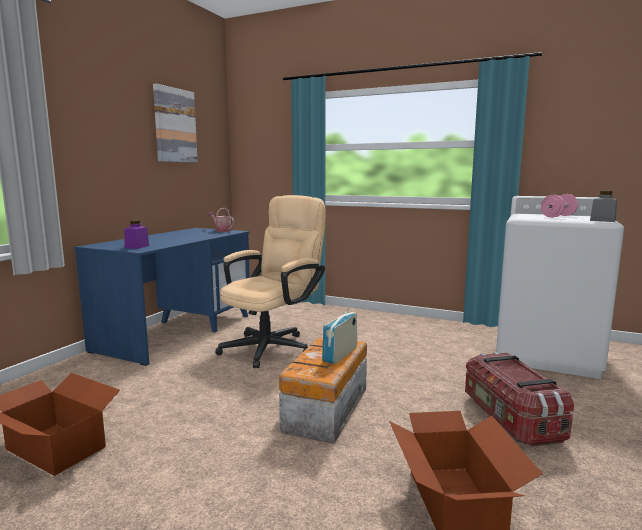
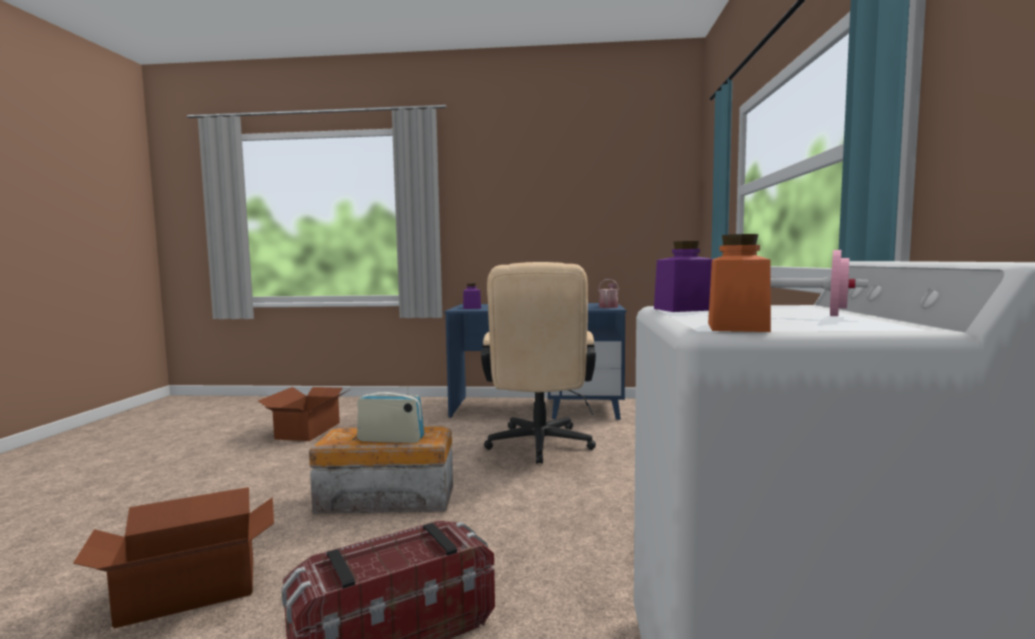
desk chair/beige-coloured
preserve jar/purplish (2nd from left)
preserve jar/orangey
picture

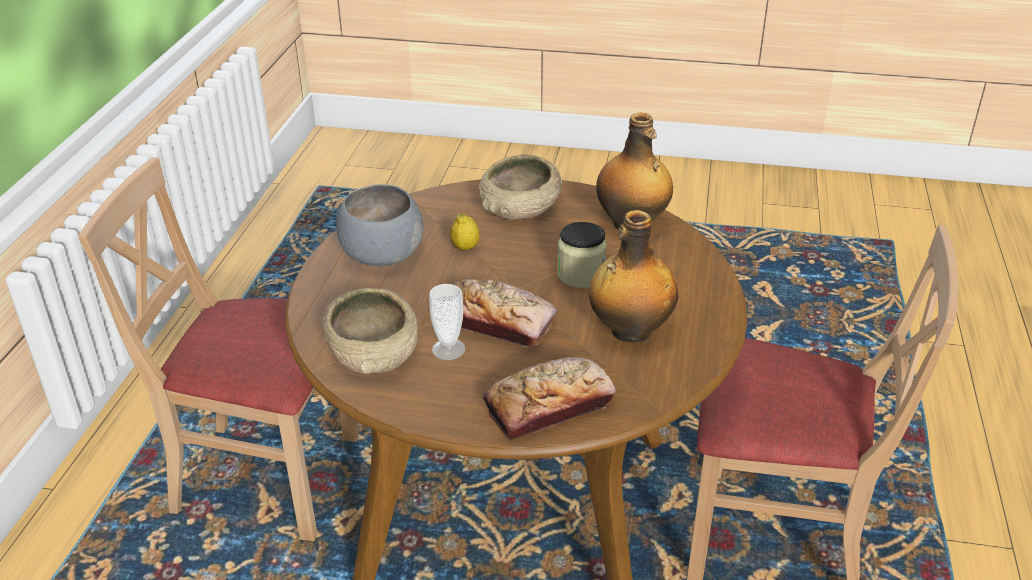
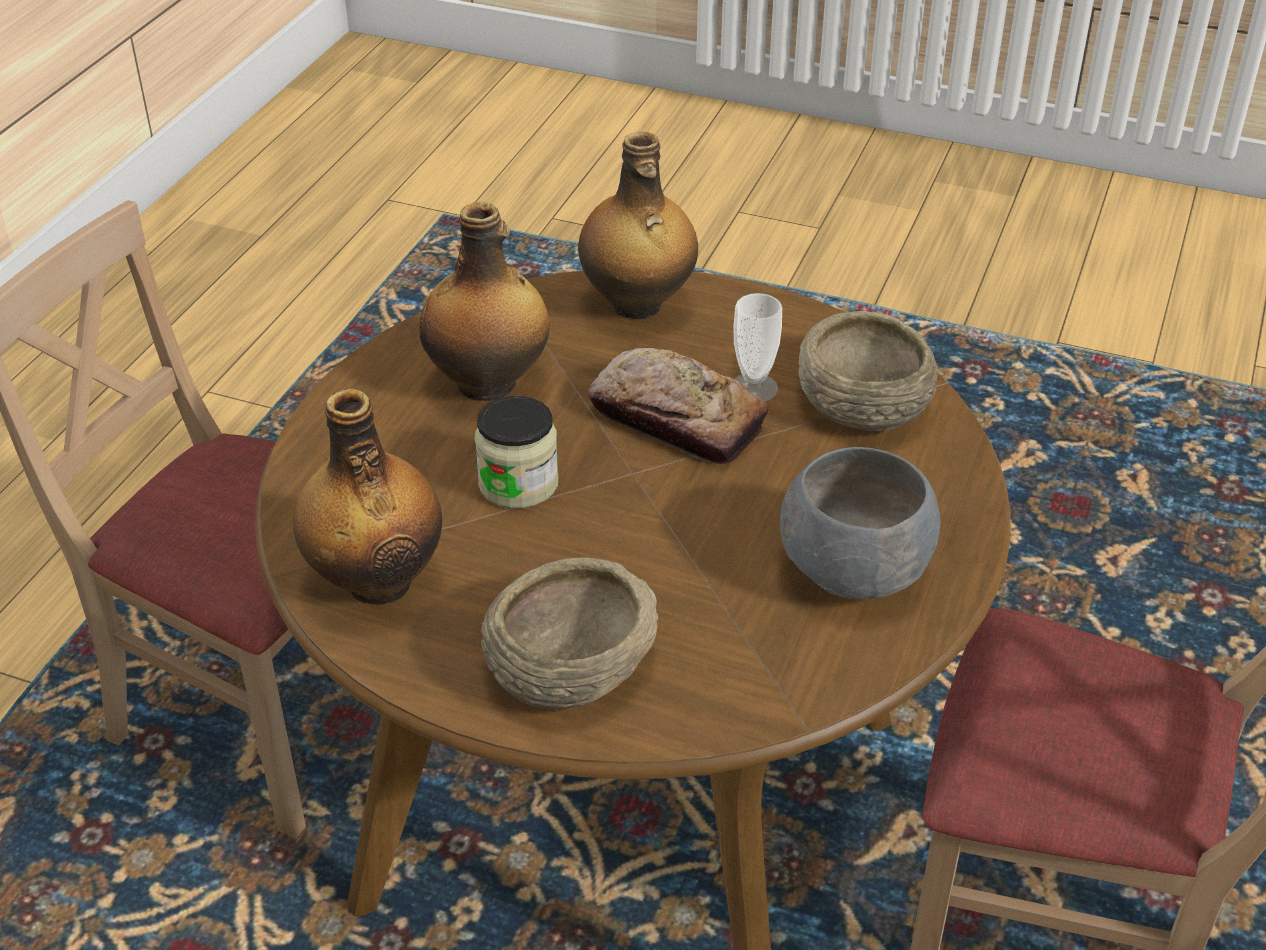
beverage bottle (3rd from left)
lemon

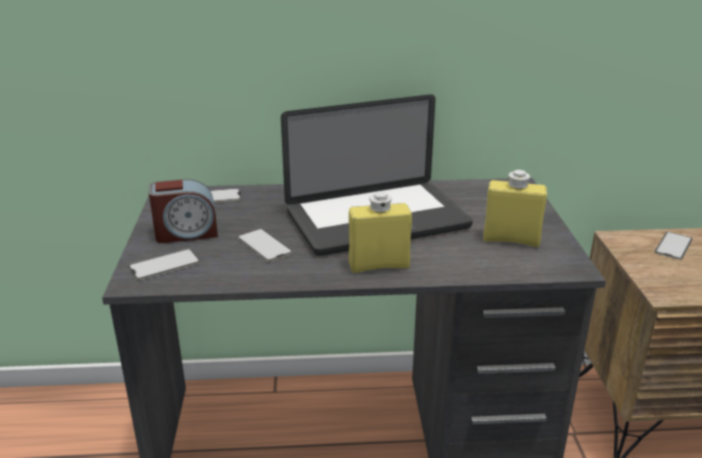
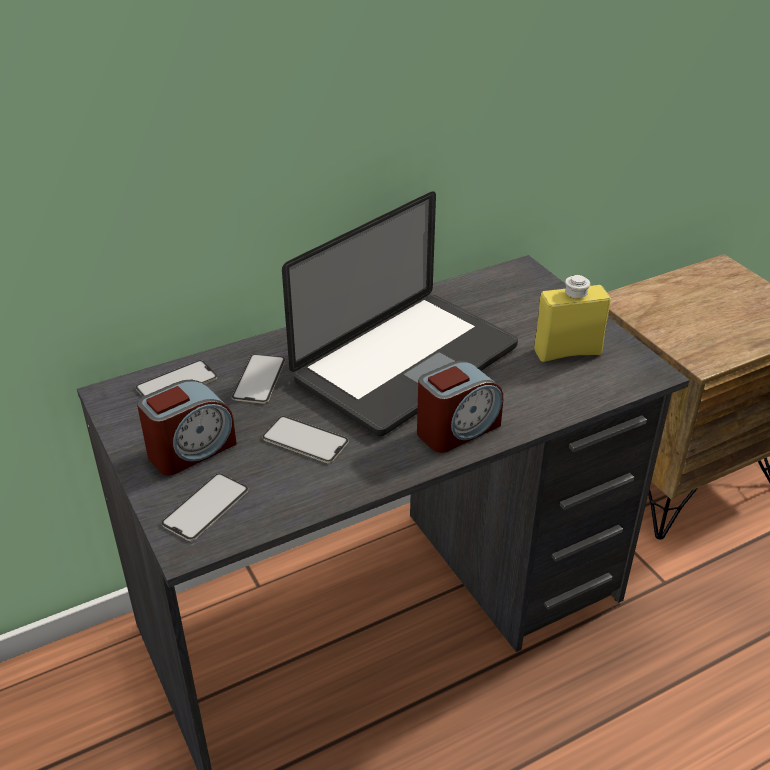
phone (3rd from left)
bedside clock (2nd from left)

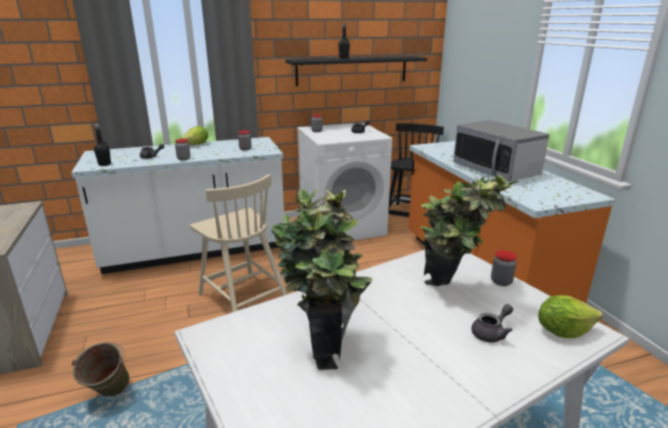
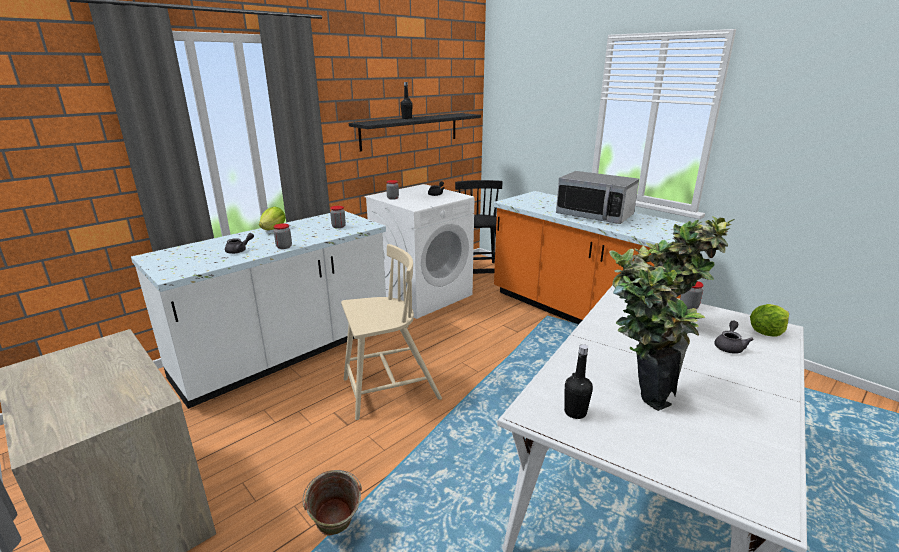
upright chair/beige-coloured
beverage bottle/black (2nd from left)

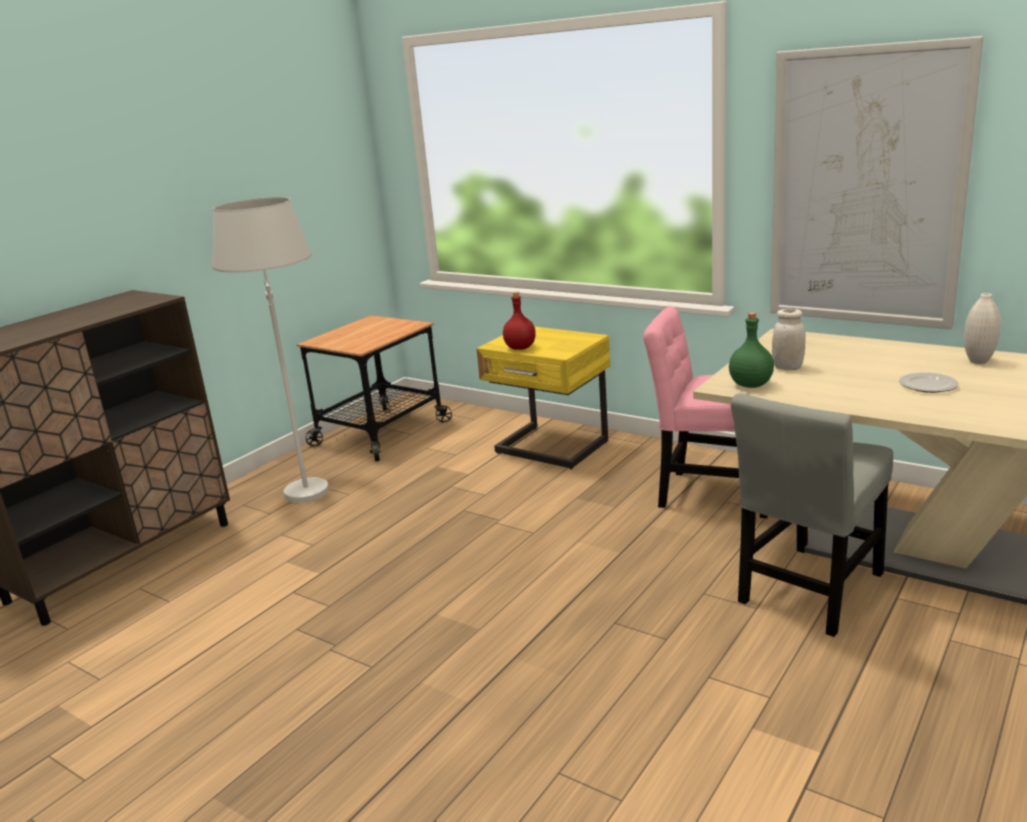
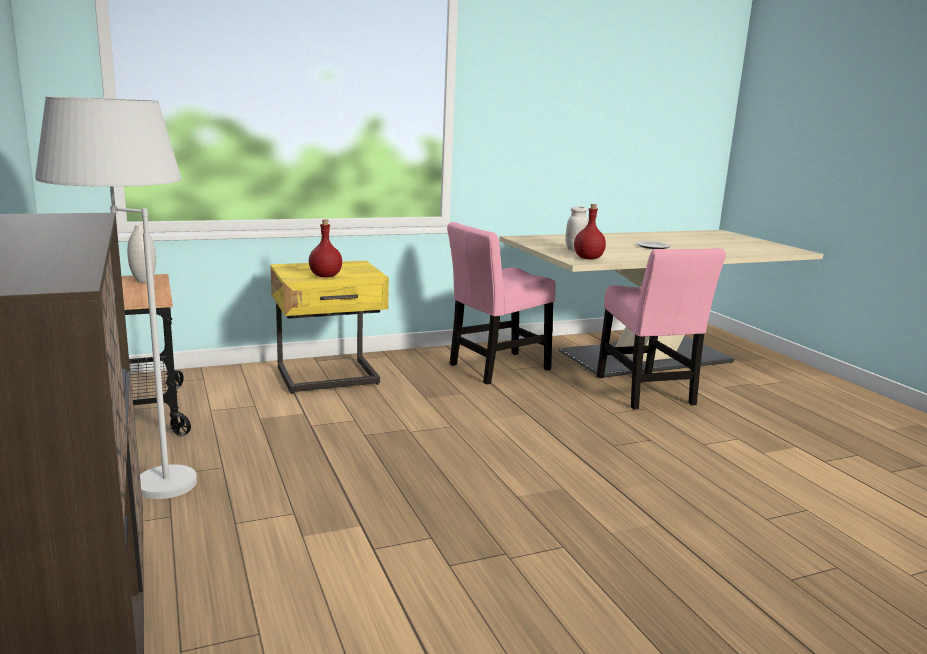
decorative vase/white-coloured
beverage bottle/reddish (2nd from left)
upright chair/pinkish (2nd from left)
picture

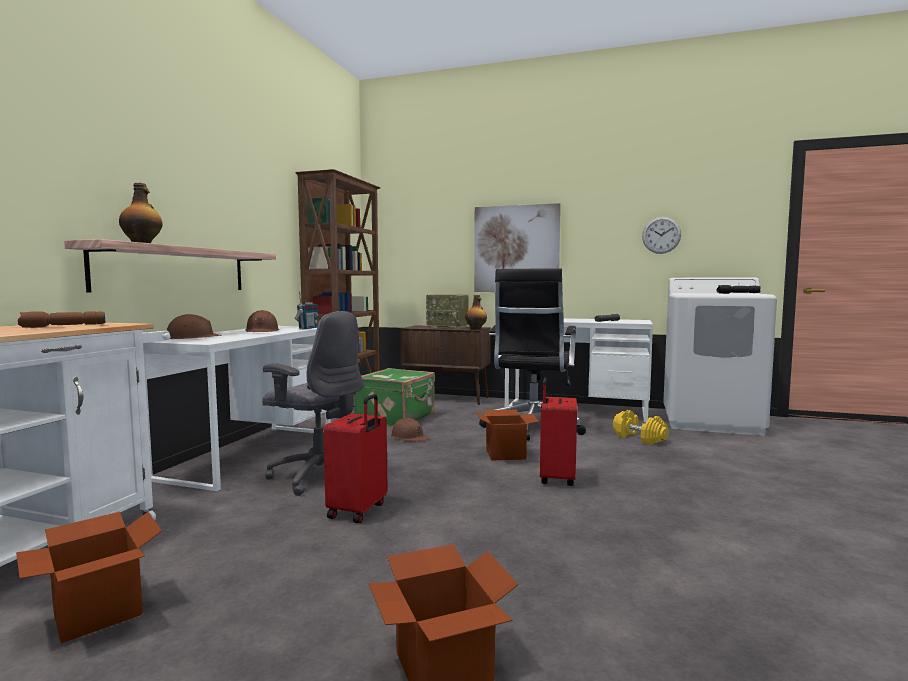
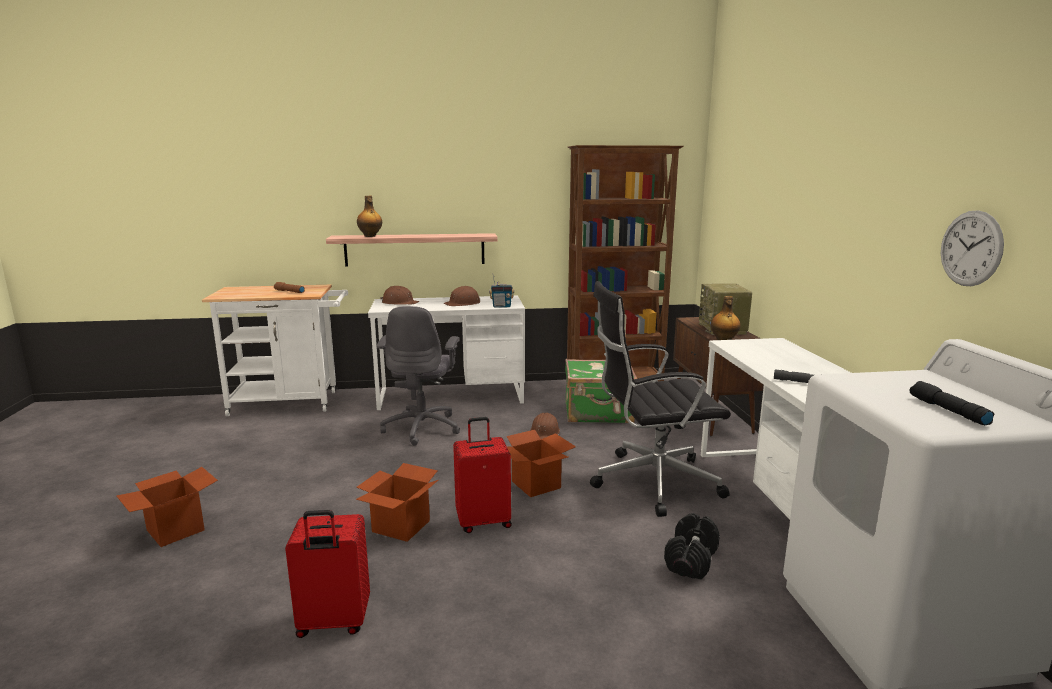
travel case/reddish (1st from left)
cardboard box (2nd from left)
hand weight/black
picture

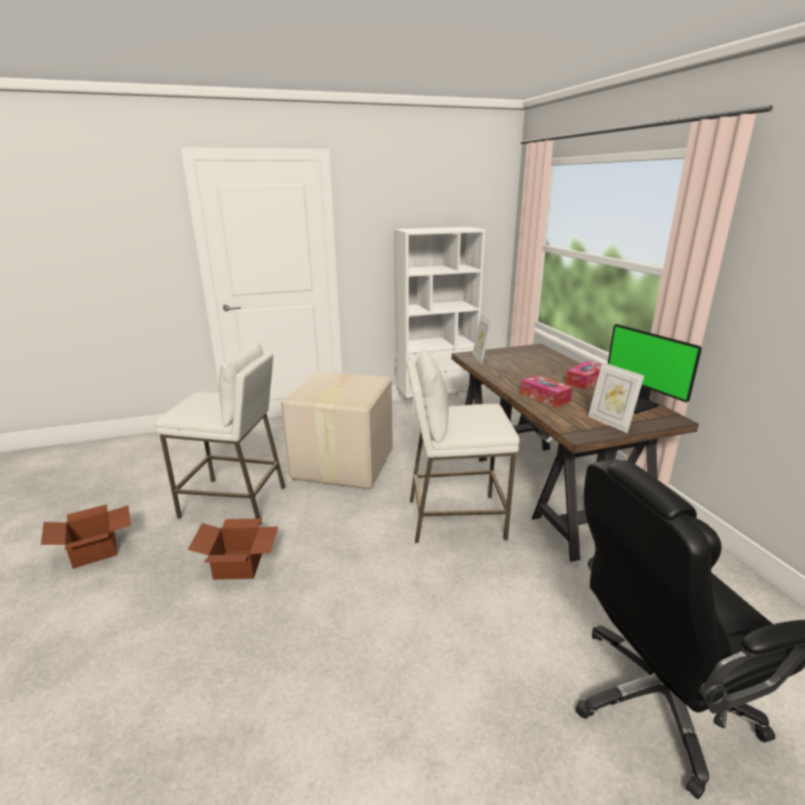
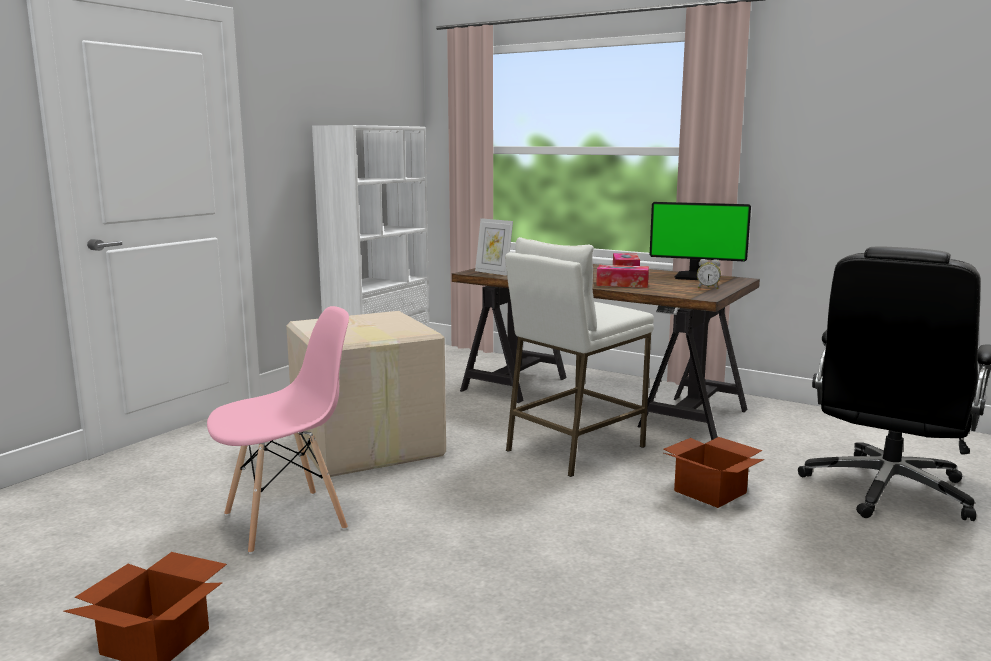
upright chair/pinkish
cardboard box (3rd from left)
bedside clock

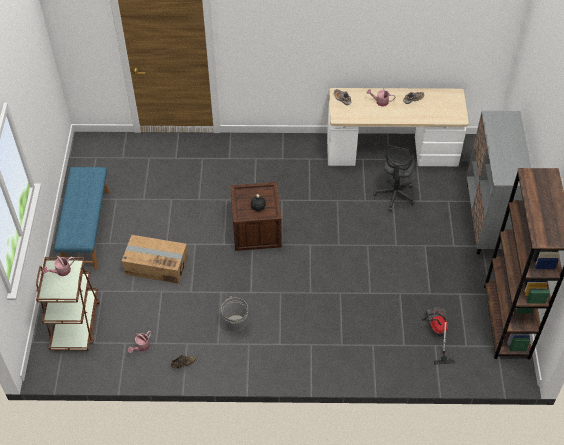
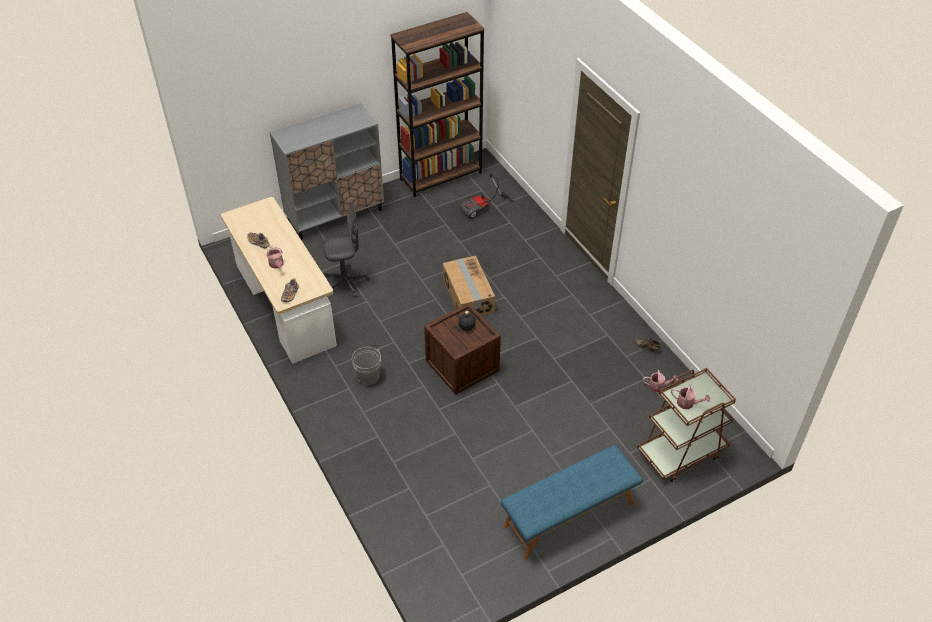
bucket/greyish
cardboard box

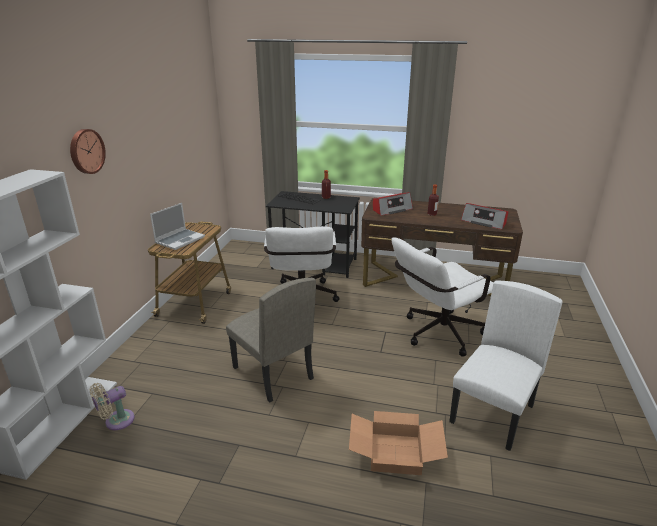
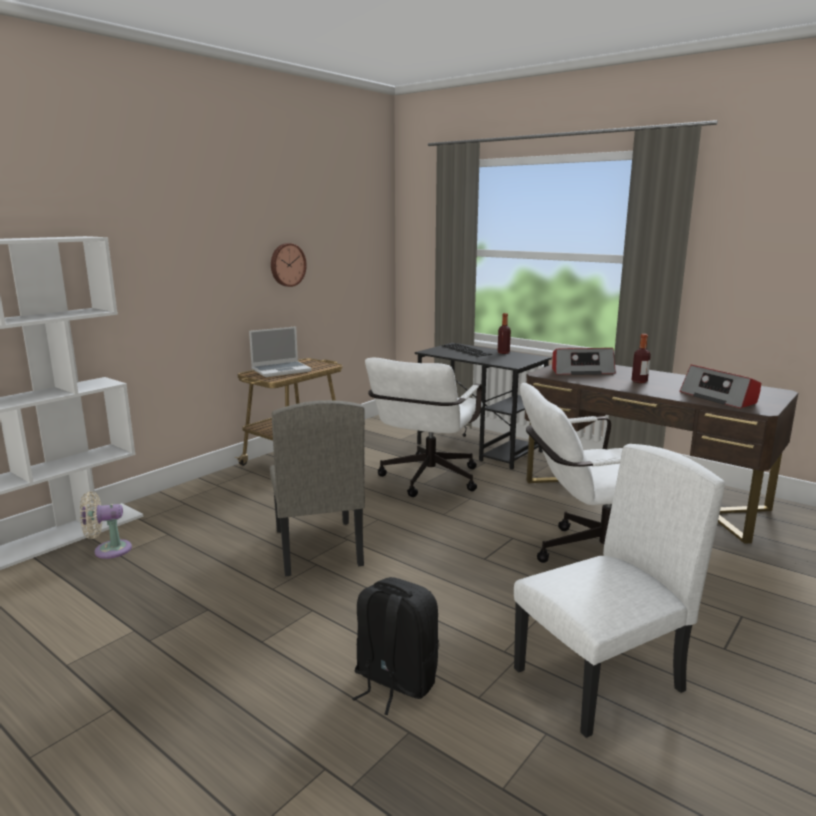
hanging clock
knapsack/black

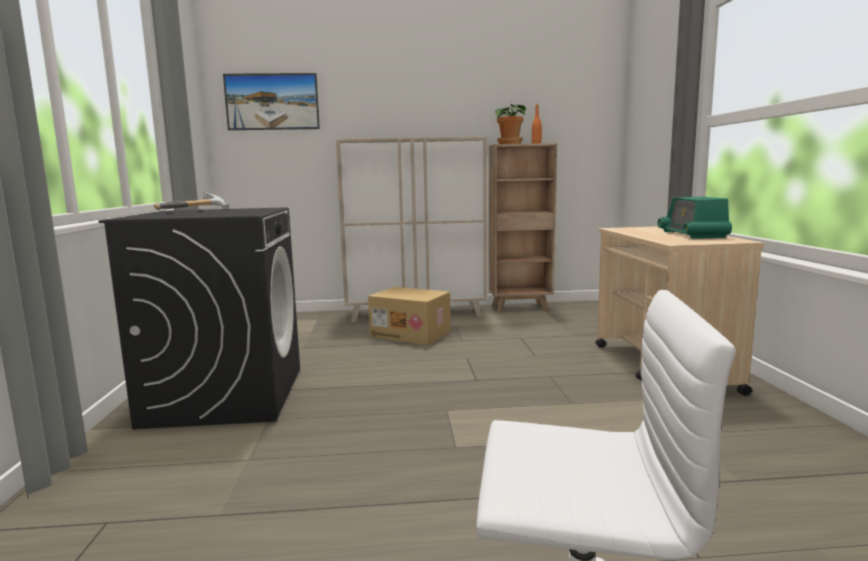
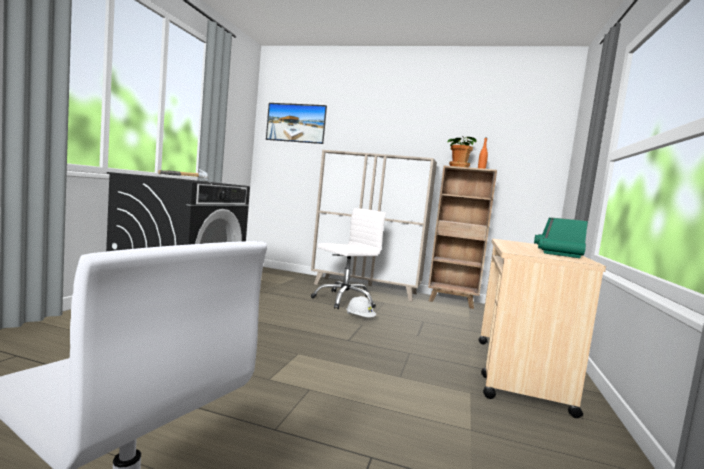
desk chair/white-coloured (2nd from left)
safety helmet/white-coloured

